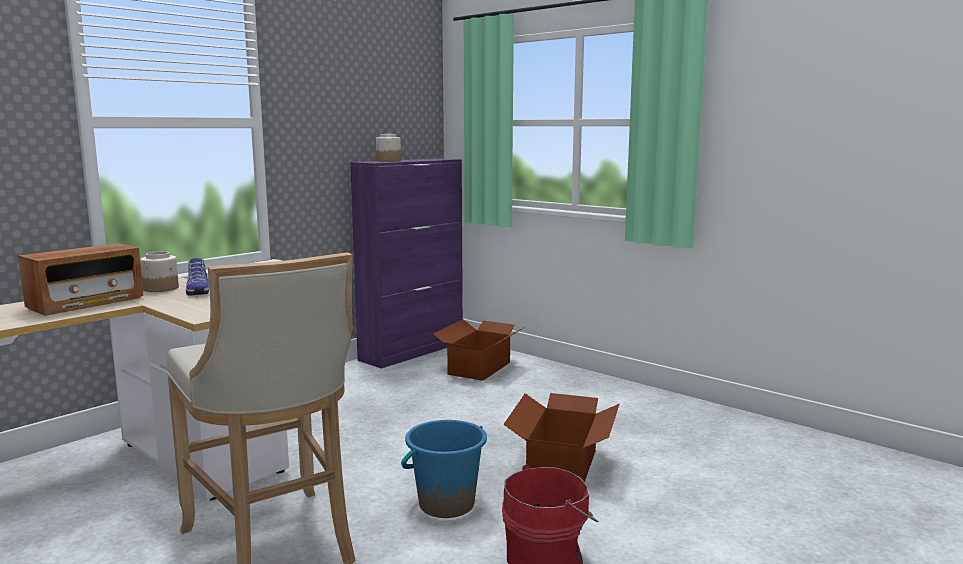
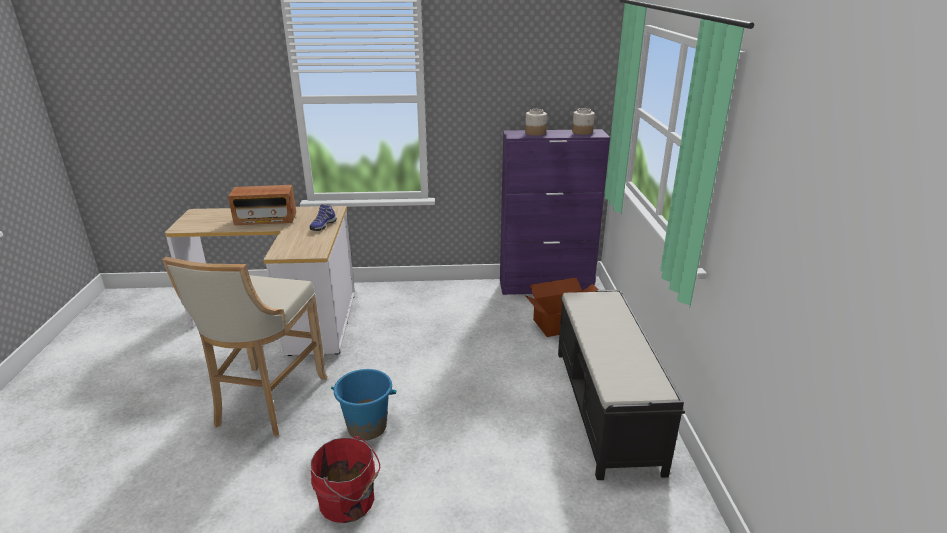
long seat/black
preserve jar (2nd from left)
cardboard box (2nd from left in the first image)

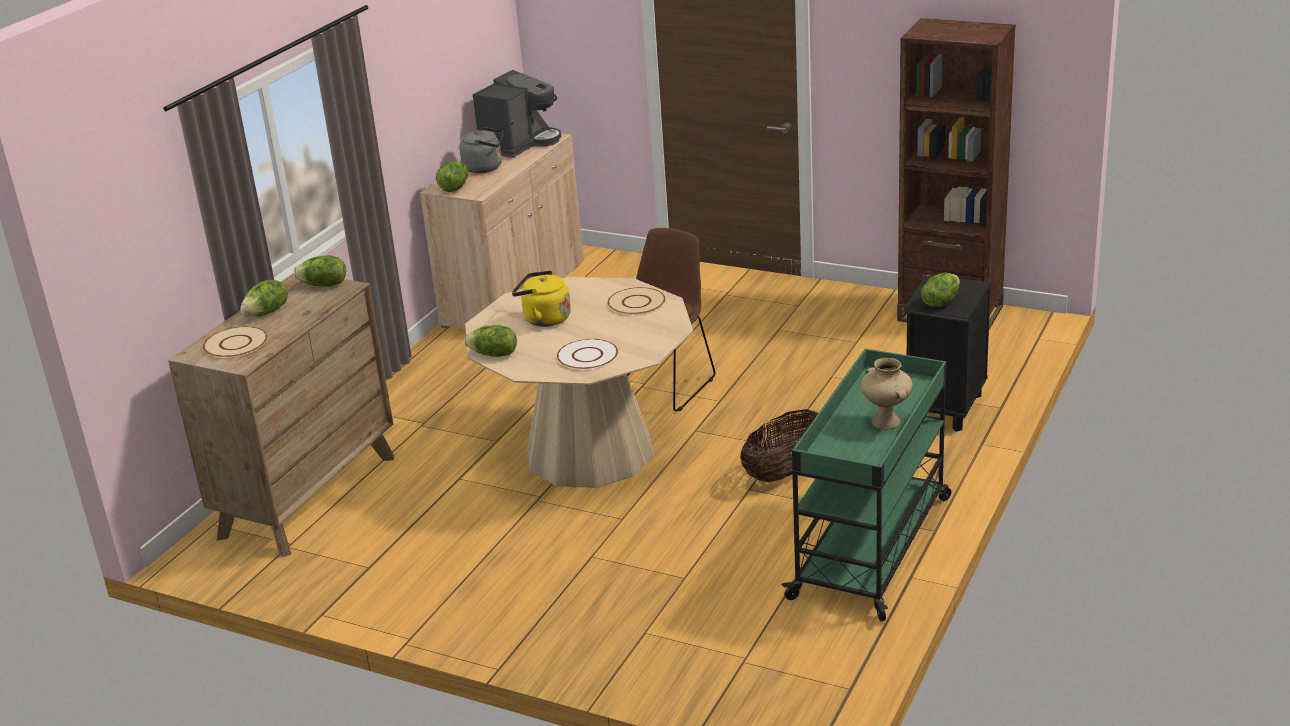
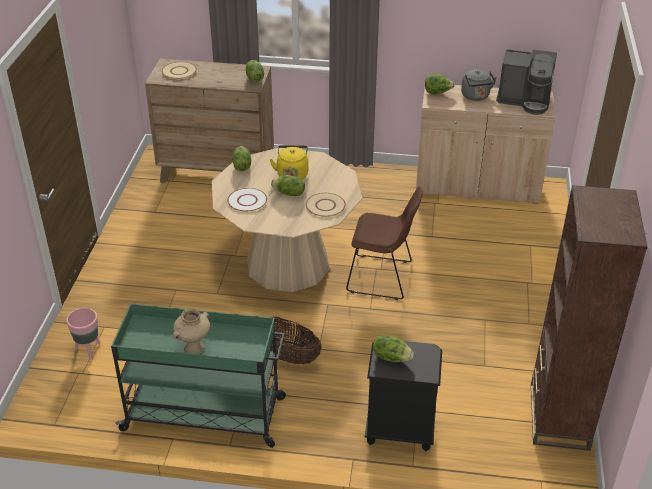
flower pot/pinkish
lettuce (3rd from left)

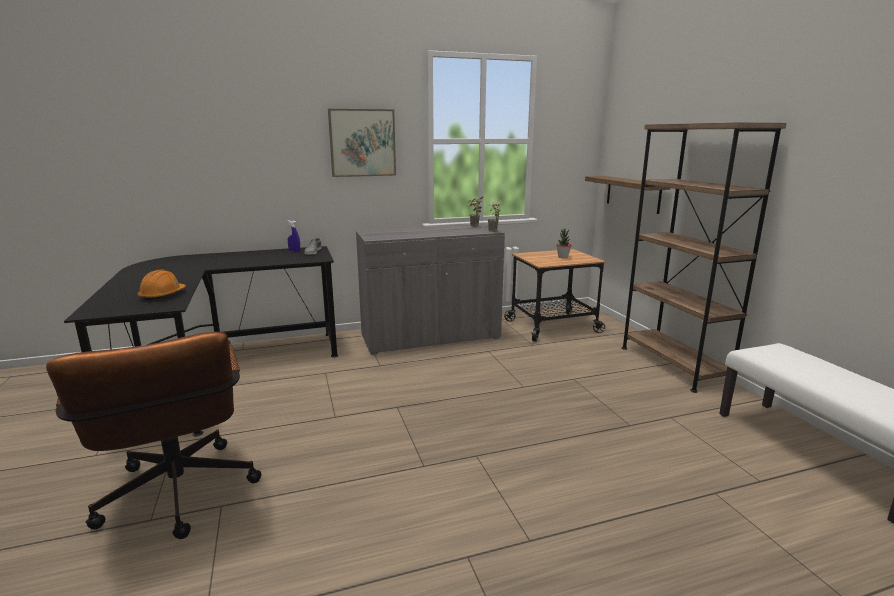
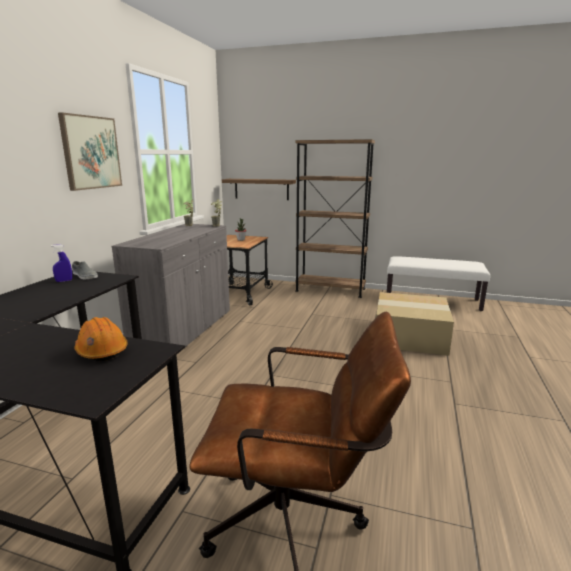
cardboard box

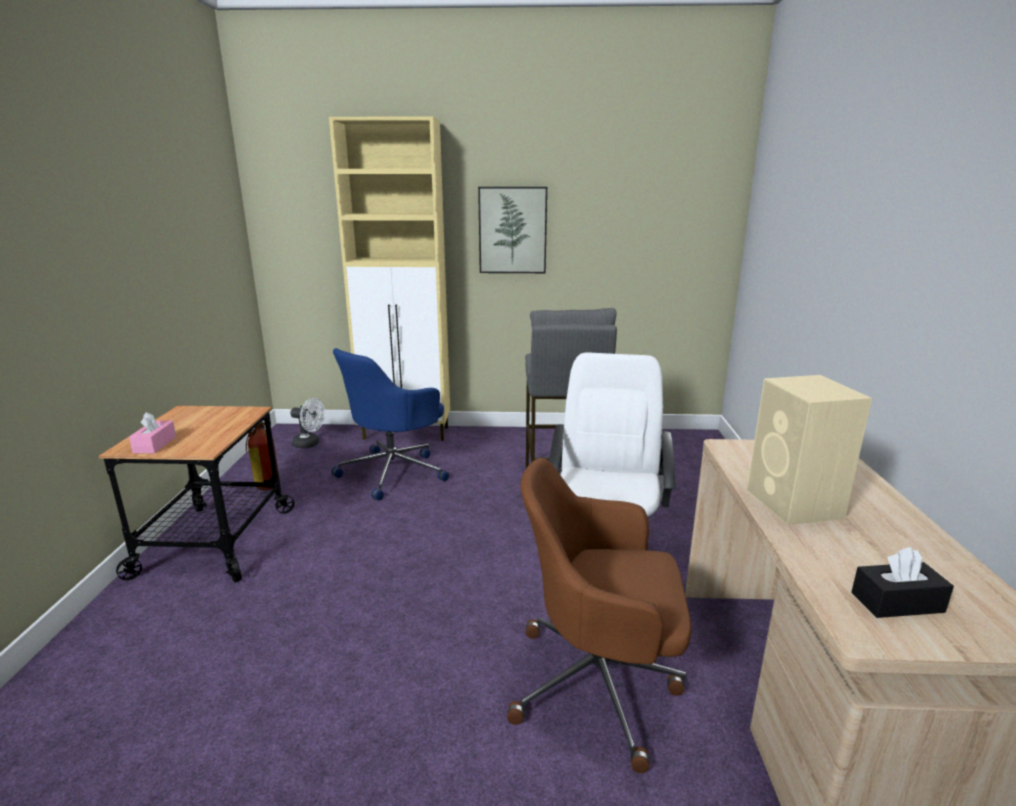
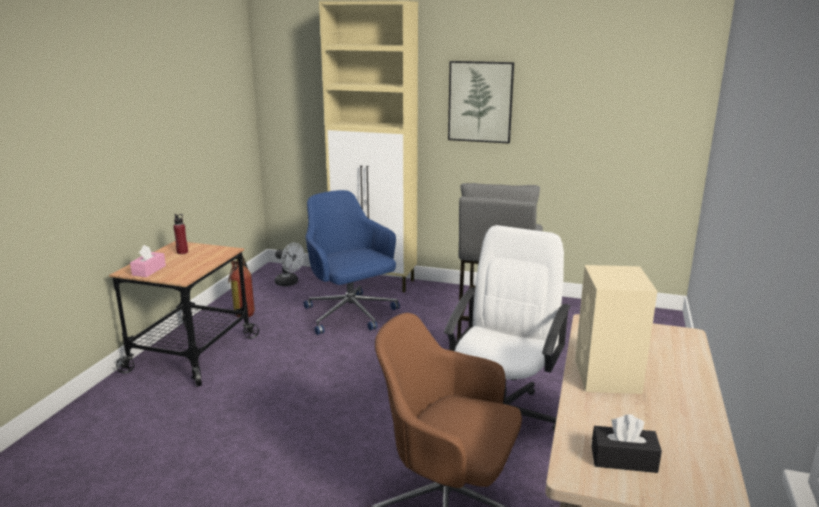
beverage bottle/reddish
desk chair/blue

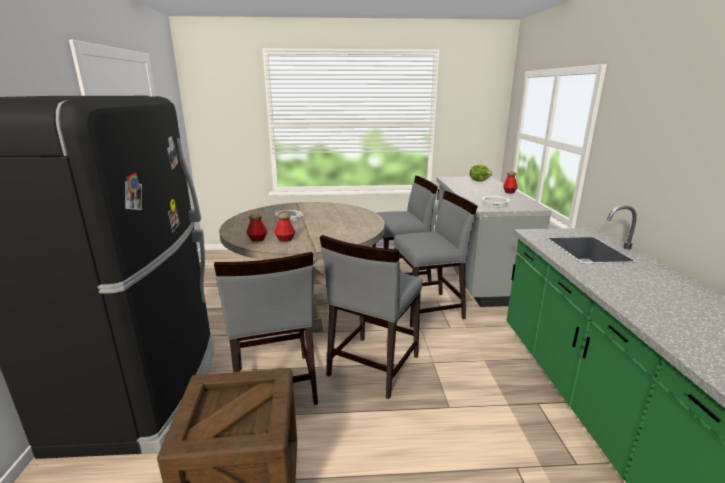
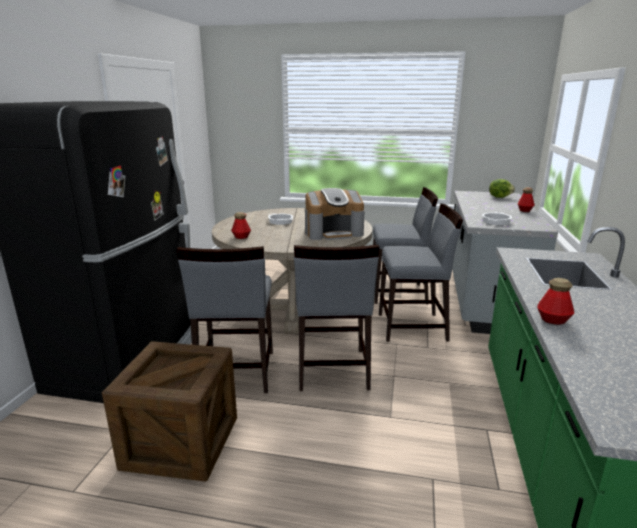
upright chair/greyish (2nd from left)
coffee brewer
beverage bottle (3rd from left)

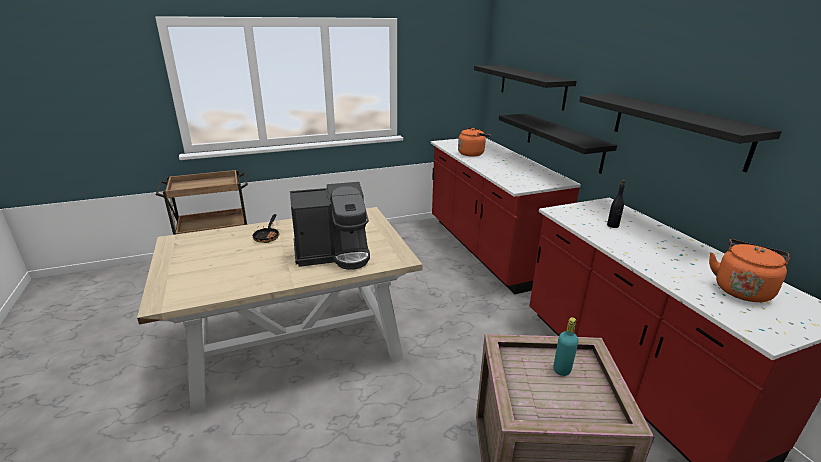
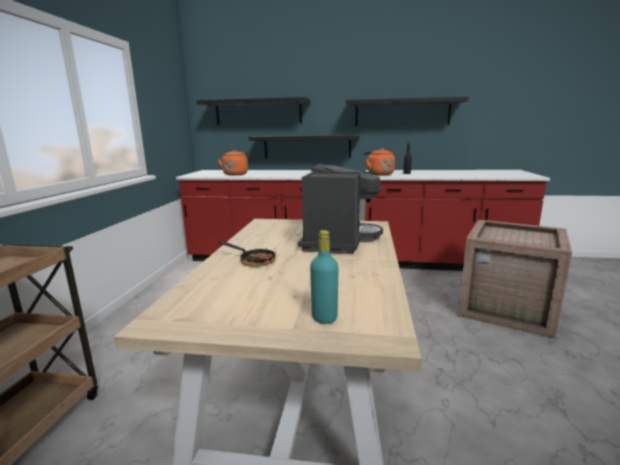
beverage bottle/turquoise
water kettle/orangey (2nd from left)

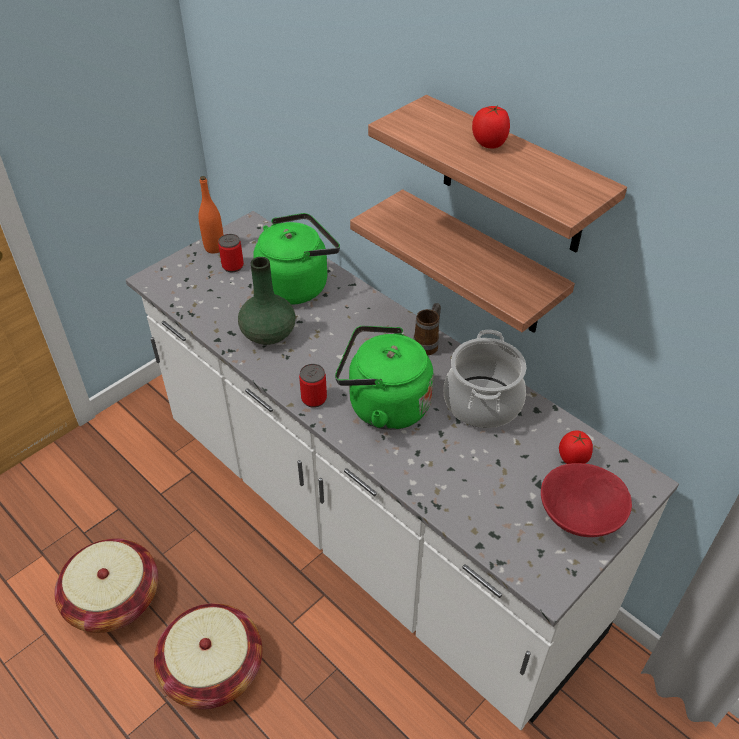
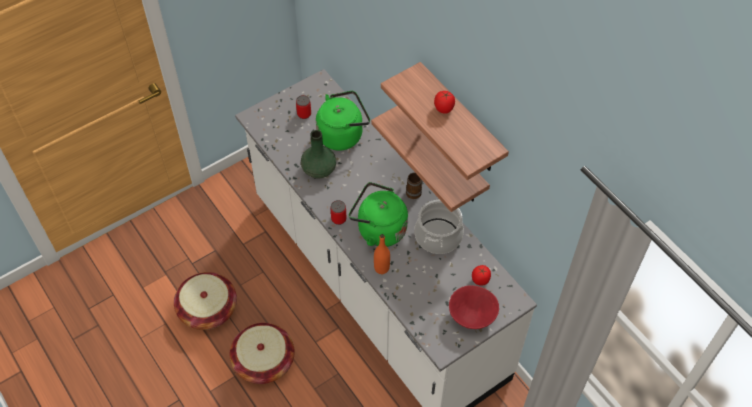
beverage bottle/orangey

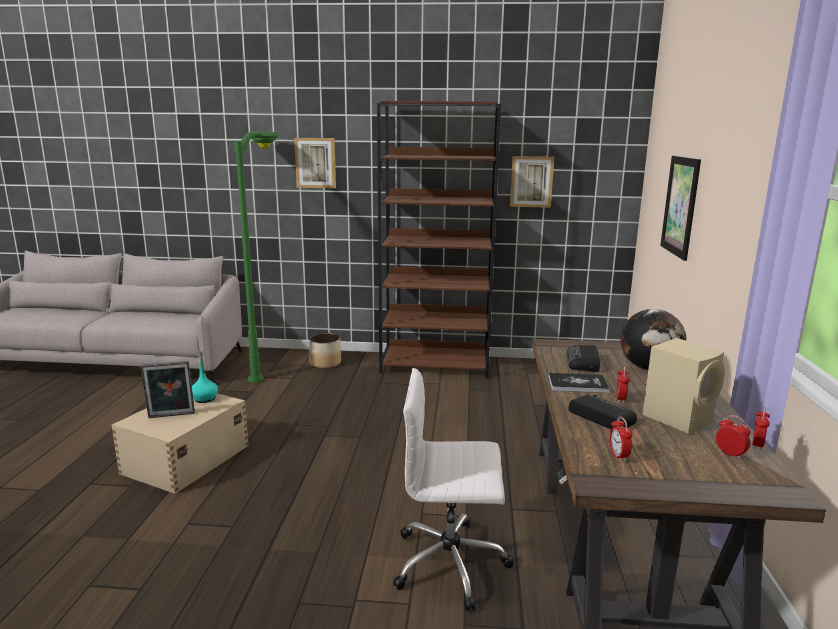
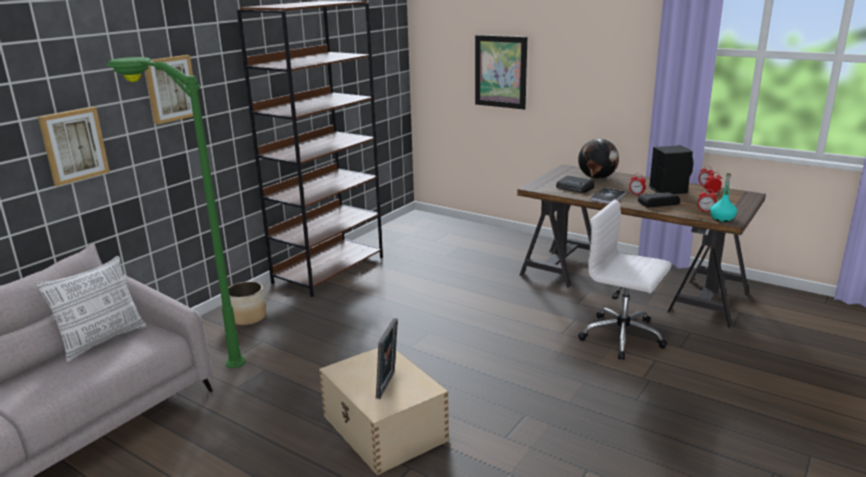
pillow
picture (1st from left)
desk chair/white-coloured
loudspeaker/black
beverage bottle/turquoise

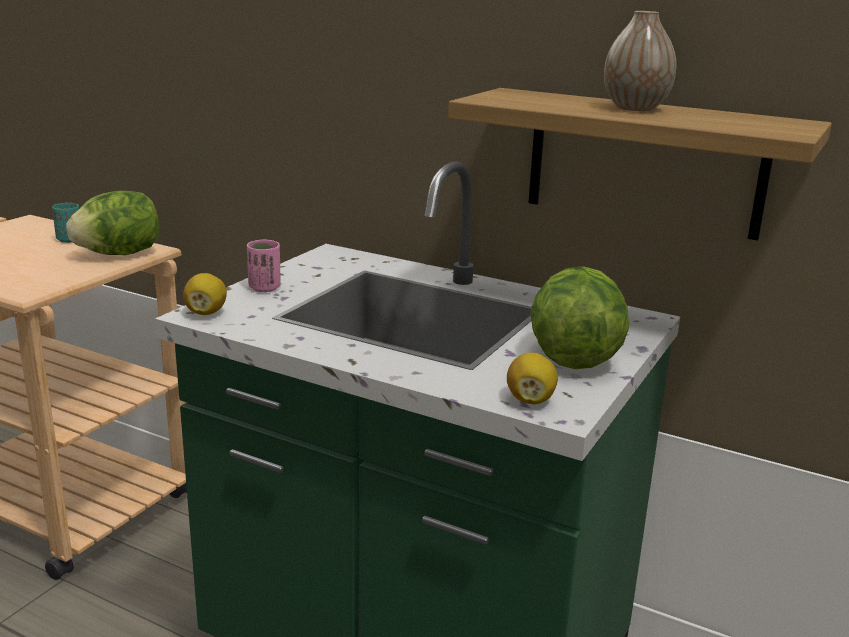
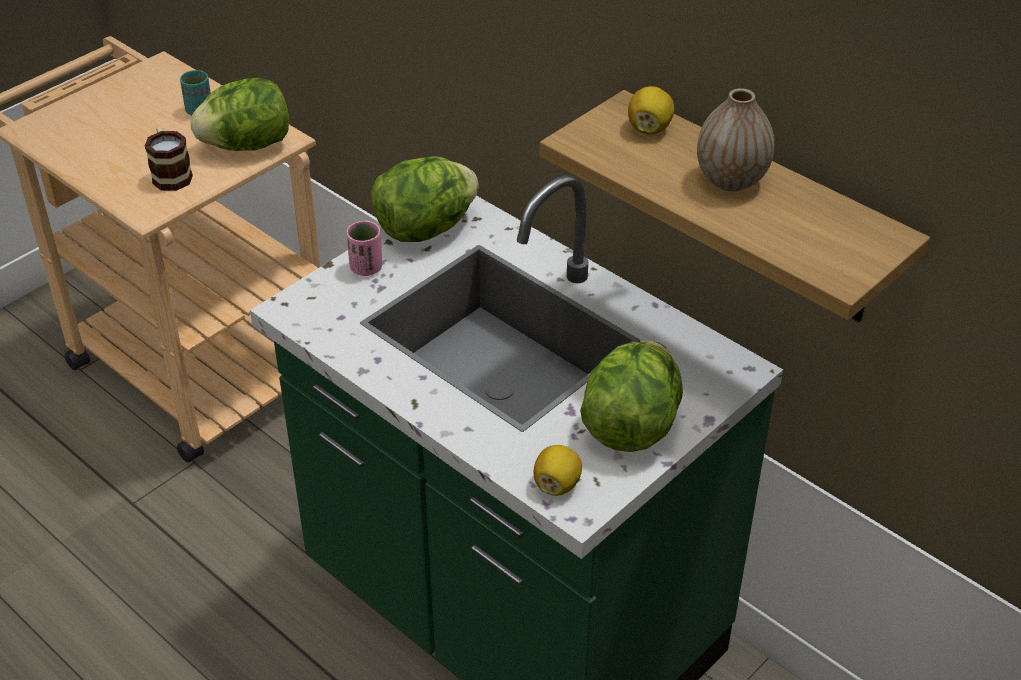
mug
lettuce (2nd from left)
lemon (2nd from left)

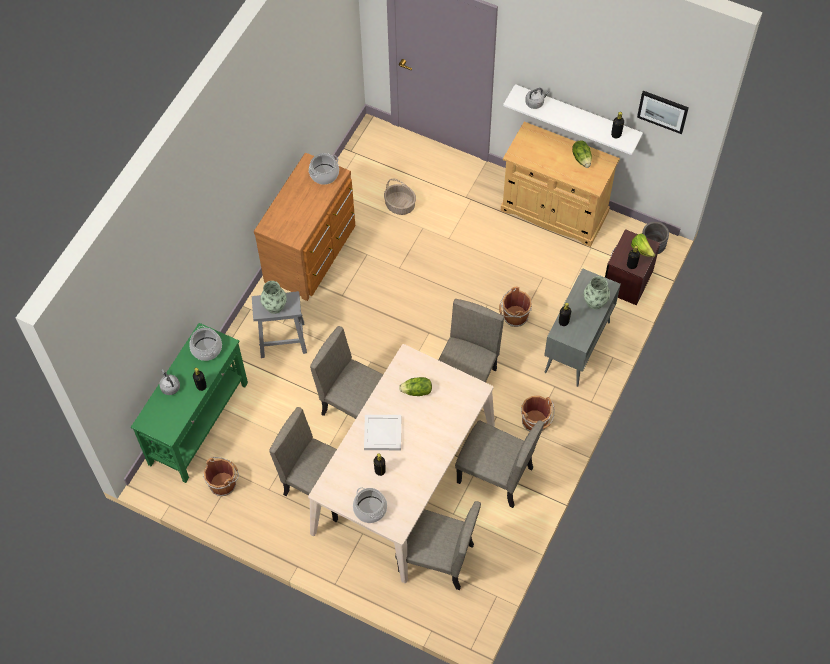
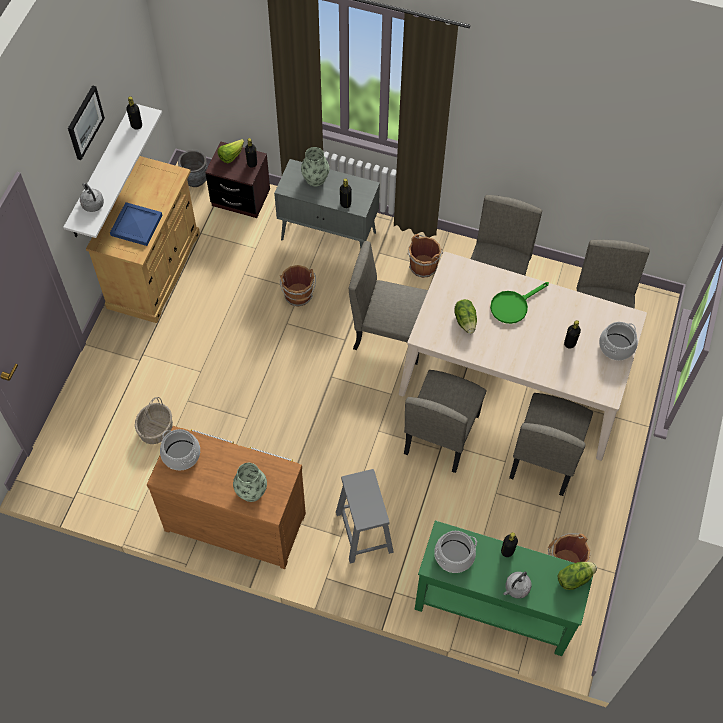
picture
tray/blue
decorative vase (1st from left)
frying pan/green
lettuce (3rd from left)
tray/white-coloured

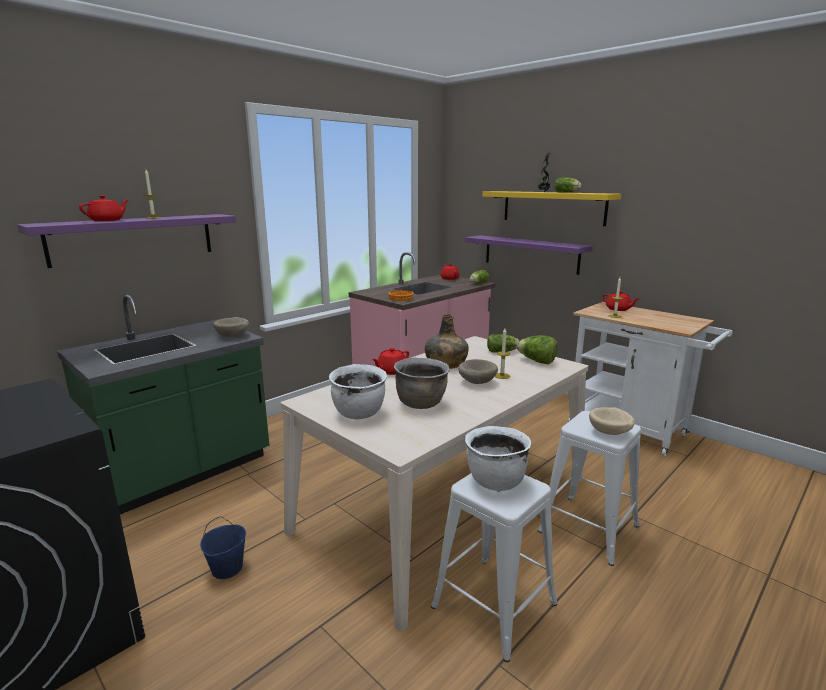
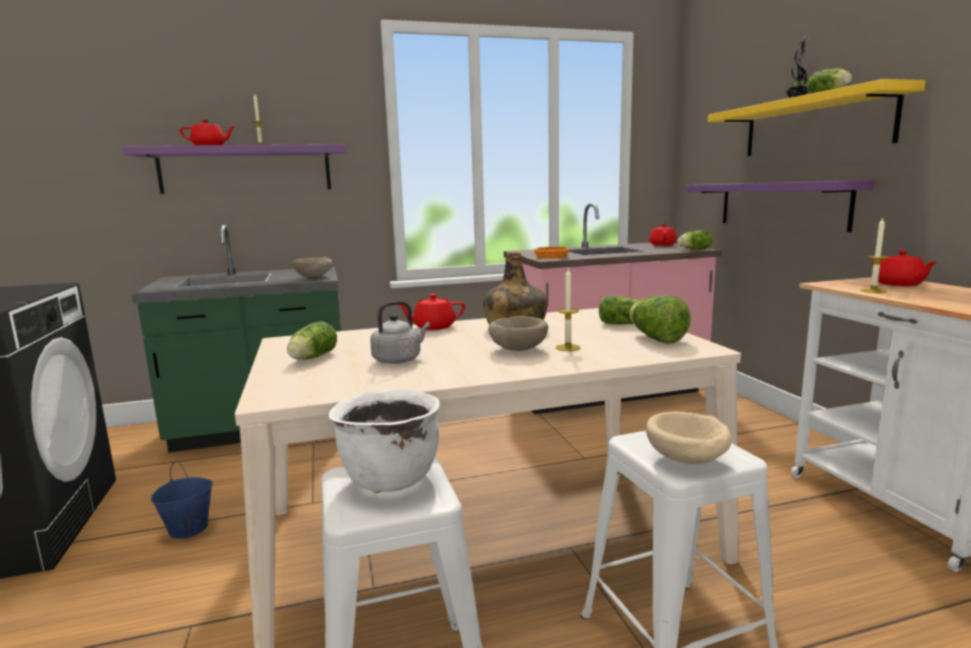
lettuce (1st from left)
water kettle/greyish

